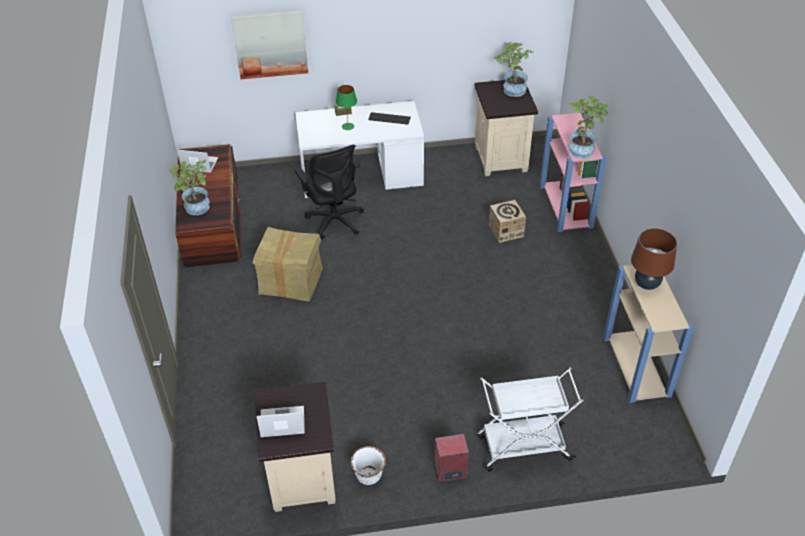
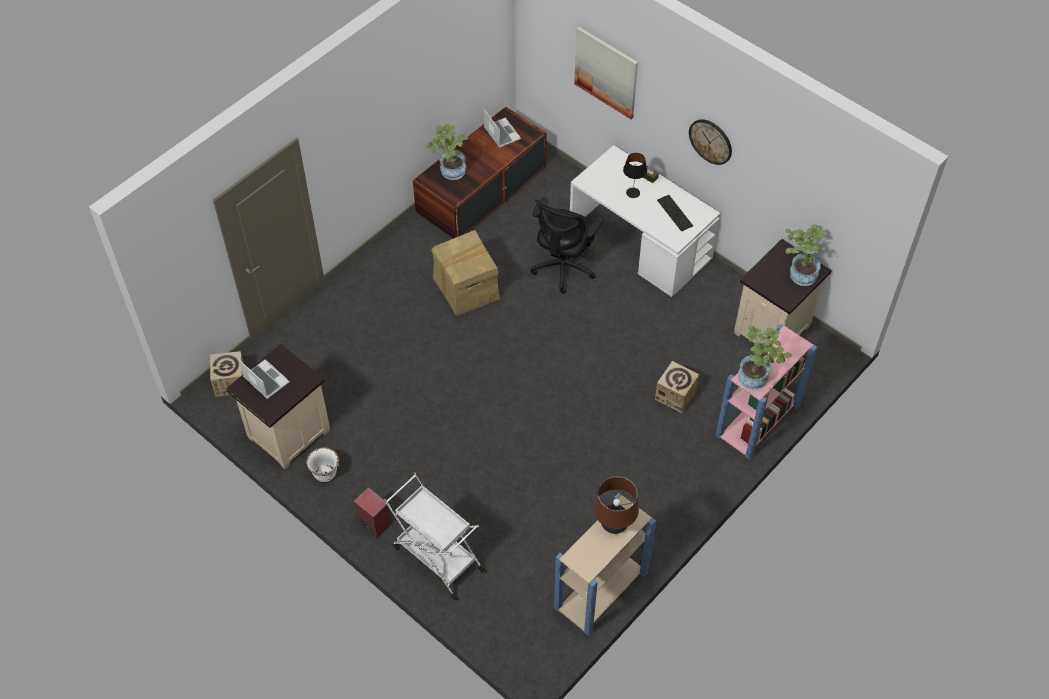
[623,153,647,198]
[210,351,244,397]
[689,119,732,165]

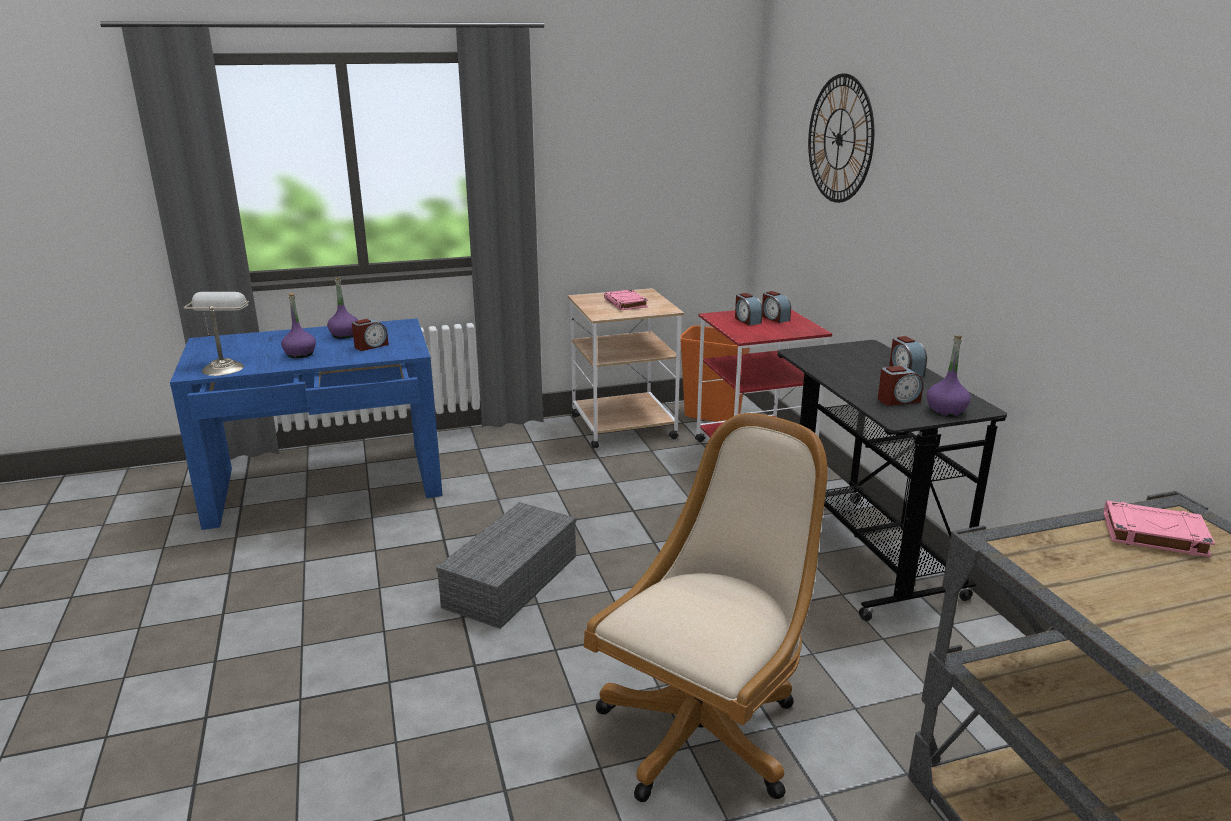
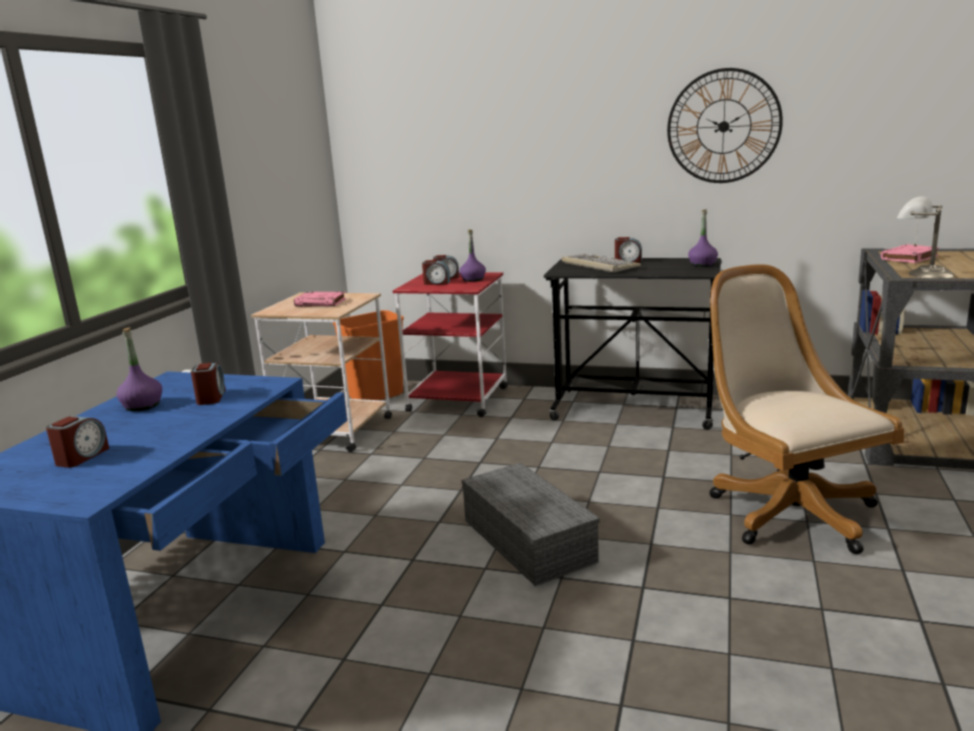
[897,196,954,279]
[460,230,486,282]
[667,68,783,183]
[46,416,109,468]
[562,253,641,272]

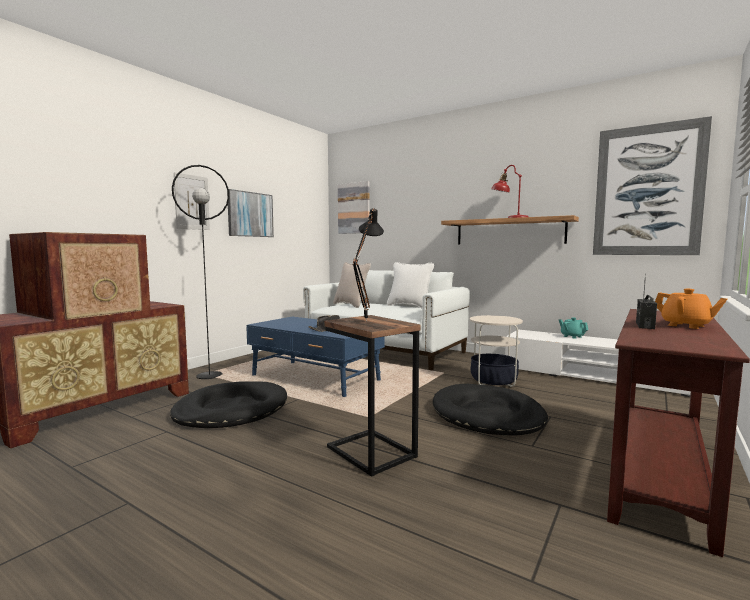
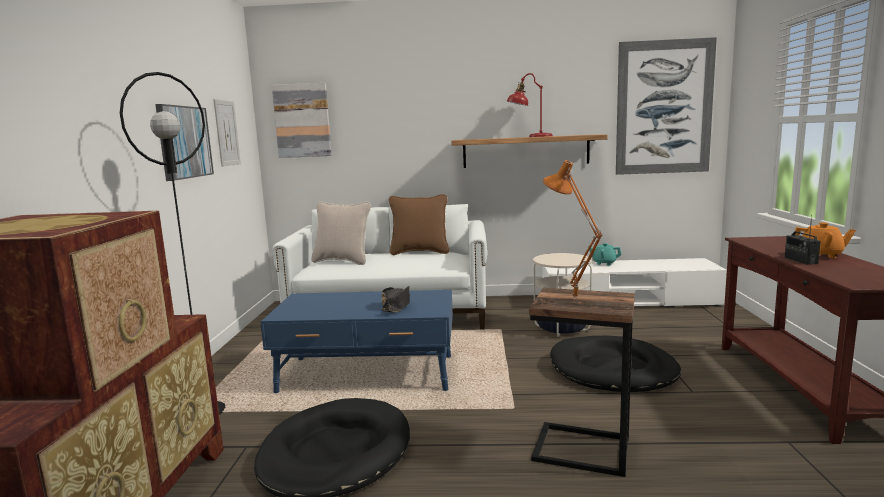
[213,99,241,167]
[543,160,603,300]
[389,194,449,255]

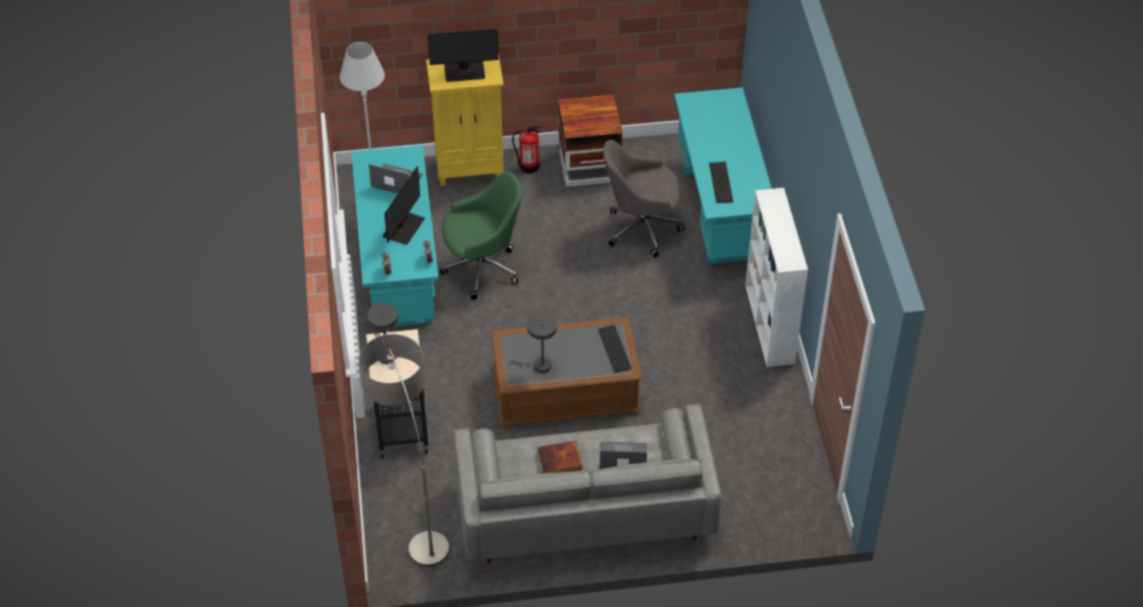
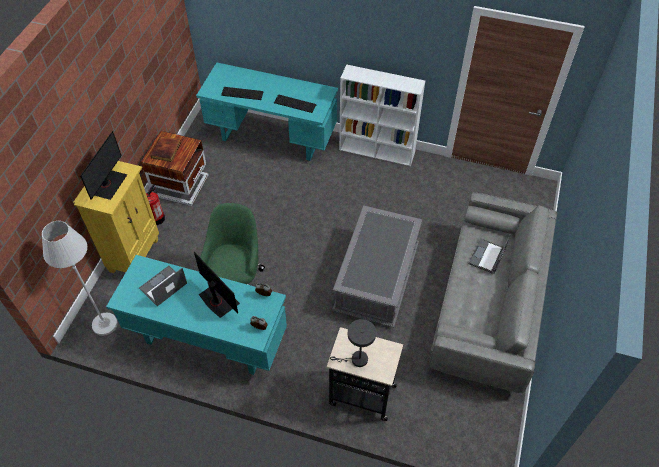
[359,334,449,567] (first image)
[332,205,422,327]
[511,313,557,373] (first image)
[150,136,181,162]
[221,87,264,100]
[603,140,684,258] (first image)

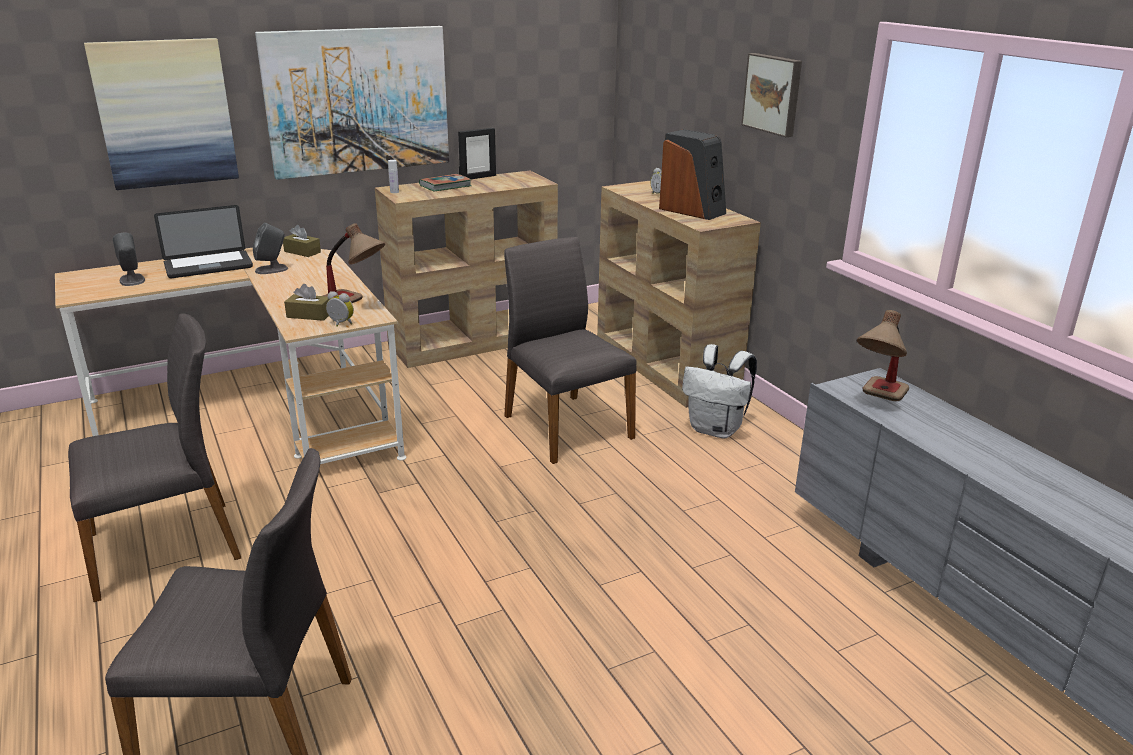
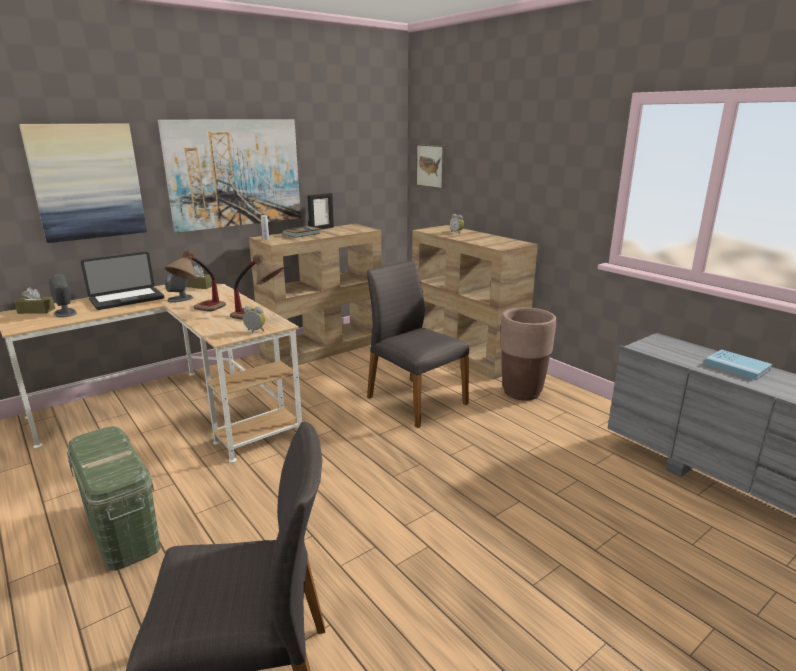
[67,426,161,571]
[14,287,55,314]
[659,129,726,220] (first image)
[500,307,556,401]
[416,144,447,189]
[165,250,226,312]
[704,349,772,380]

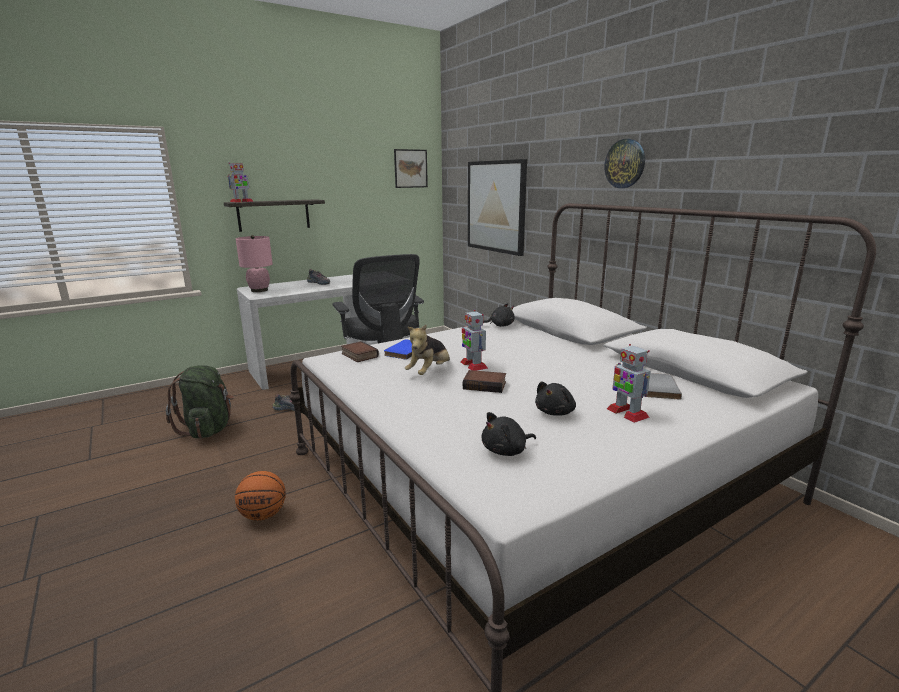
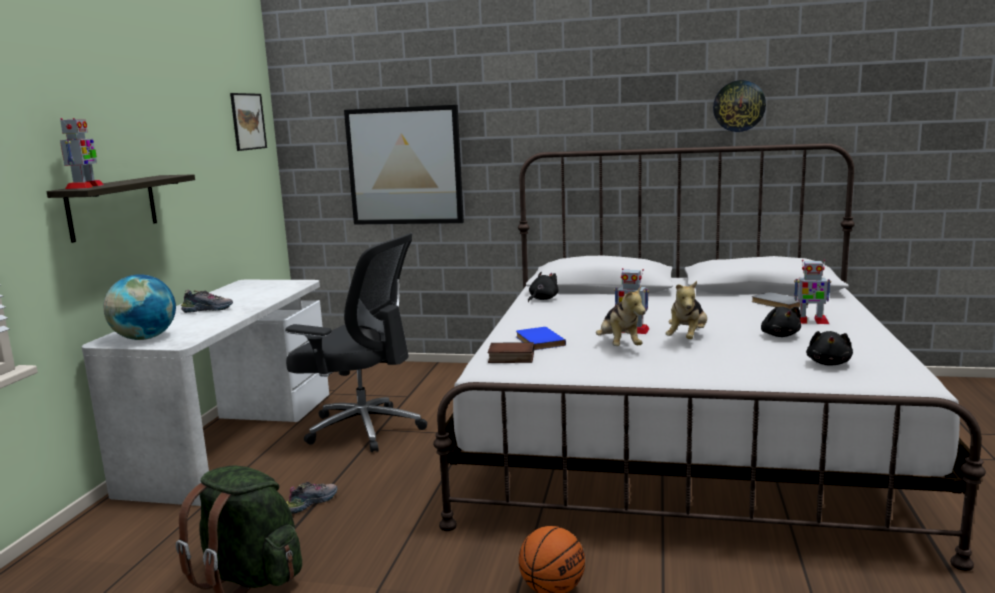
[104,274,176,340]
[666,281,707,339]
[713,80,766,132]

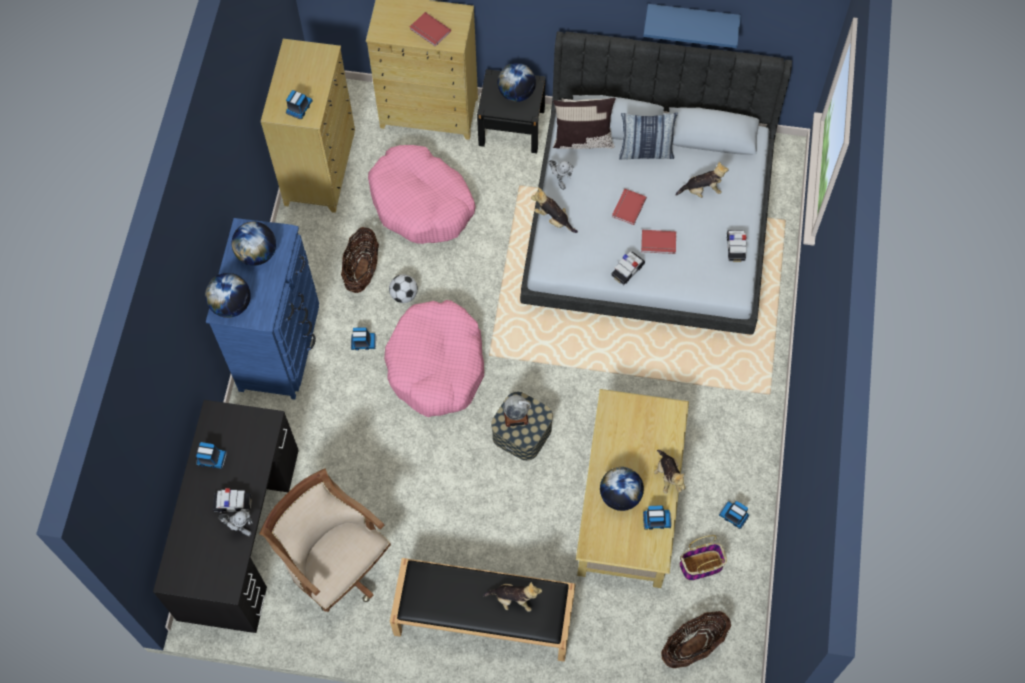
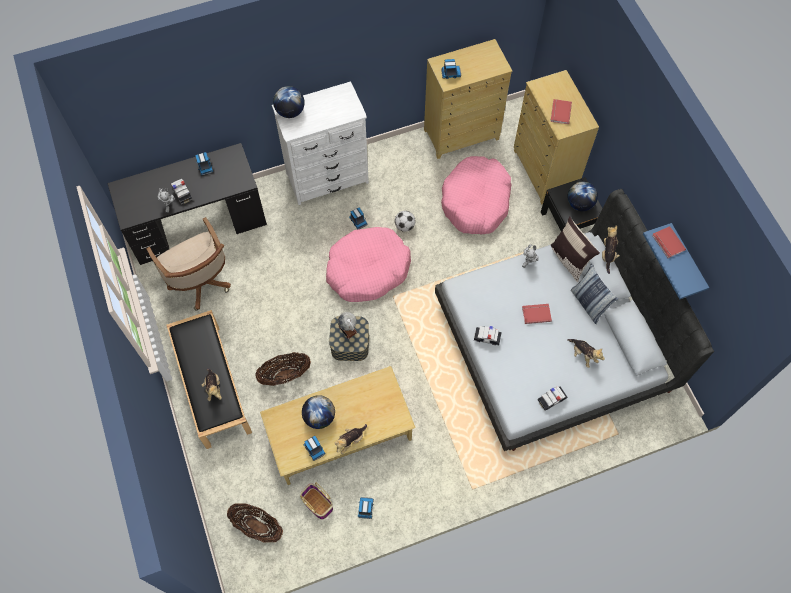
[272,81,369,205]
[232,222,276,266] (first image)
[146,217,231,310]
[255,352,311,386]
[602,225,620,274]
[652,226,686,258]

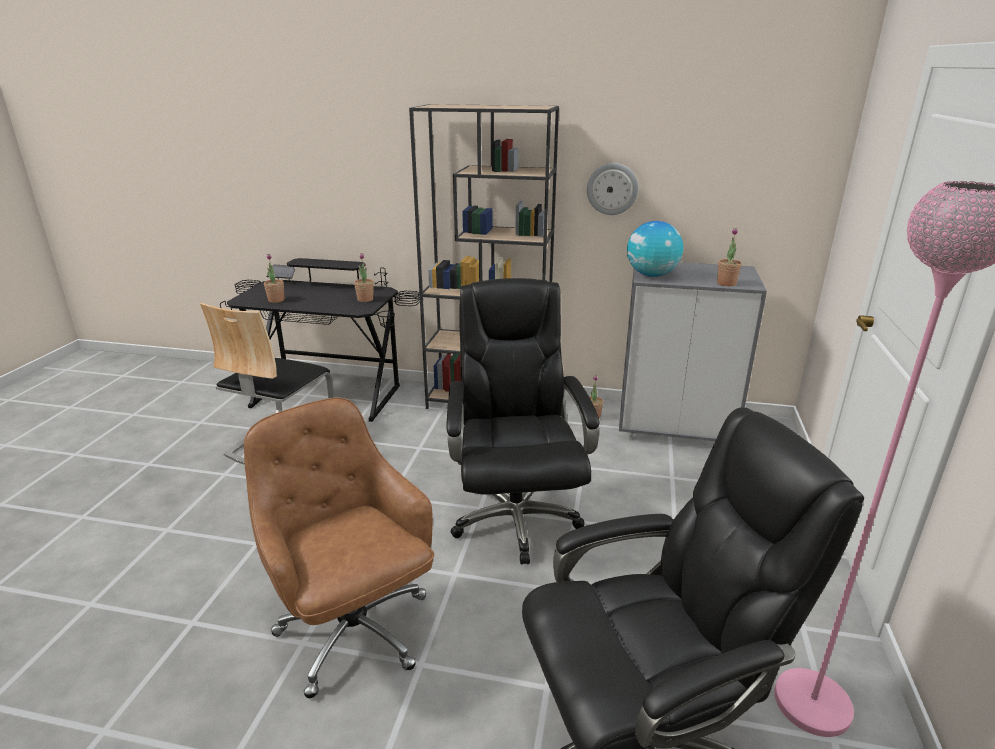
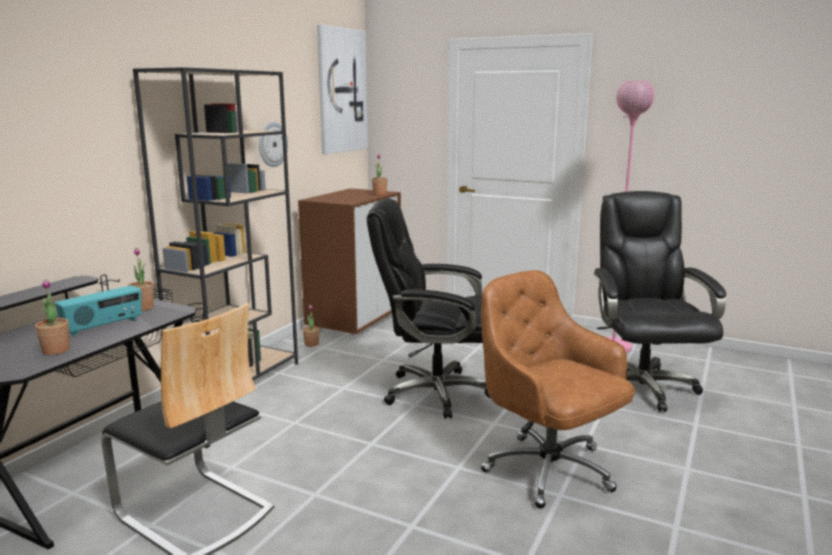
[481,270,635,509]
[298,188,401,338]
[627,221,683,277] (first image)
[55,285,142,337]
[317,24,368,154]

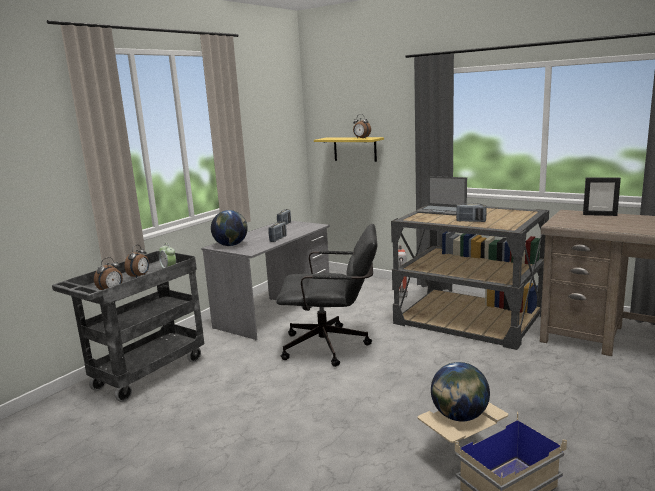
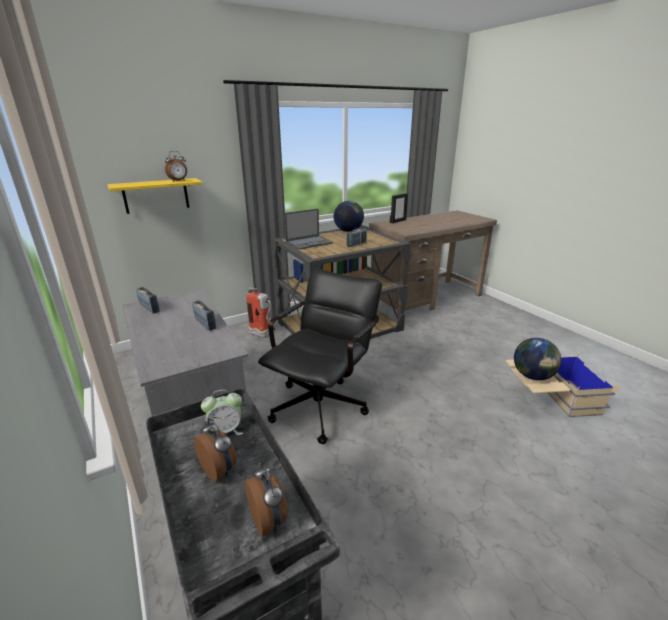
[334,201,364,232]

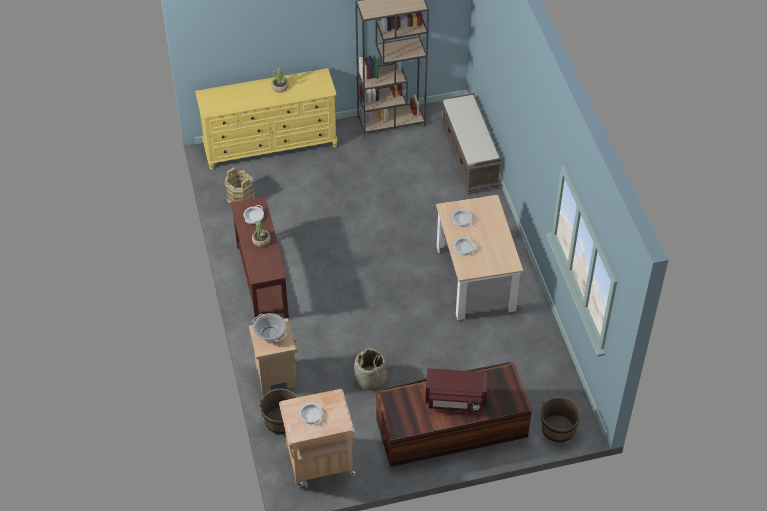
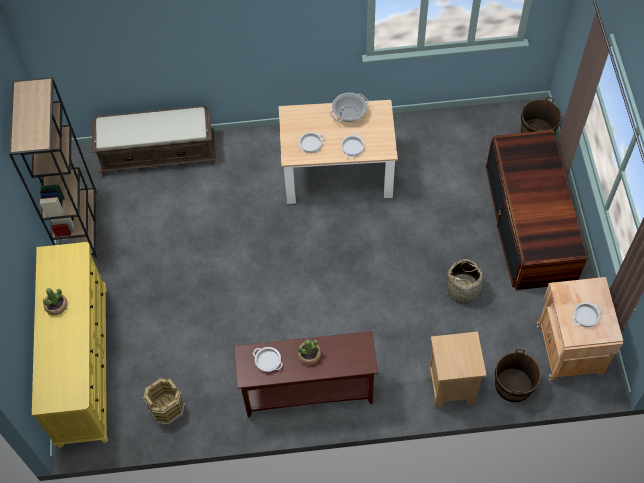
[330,92,369,122]
[425,368,488,415] (first image)

